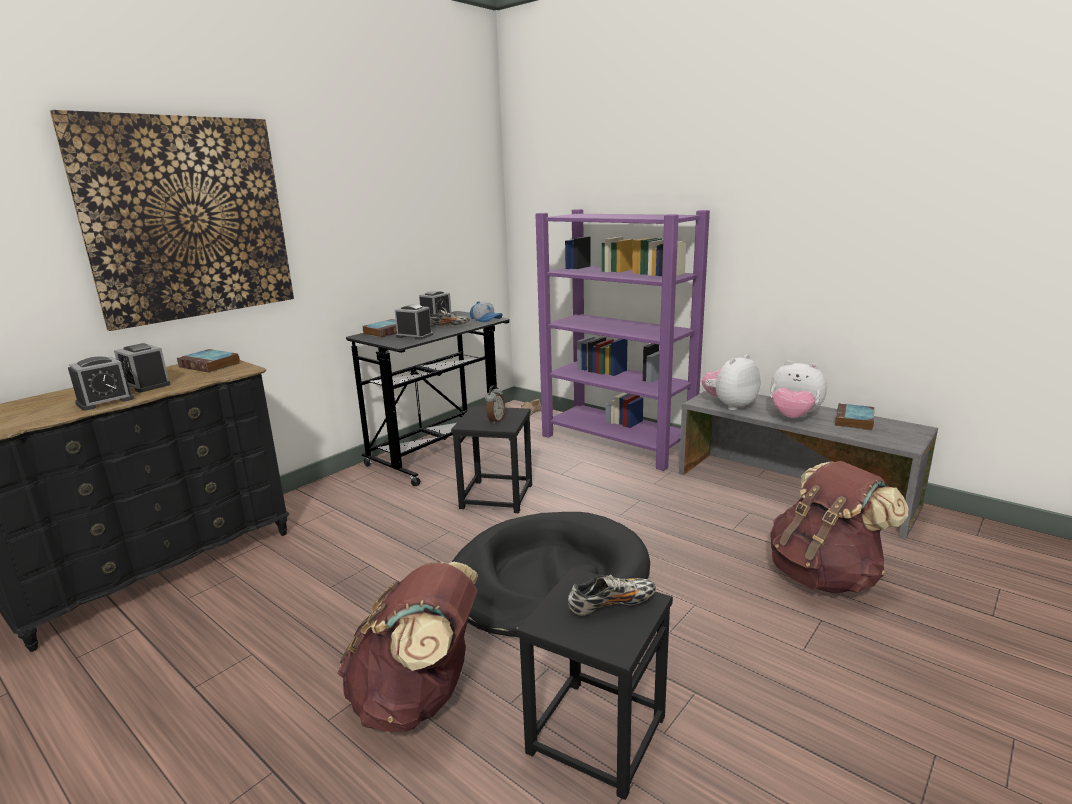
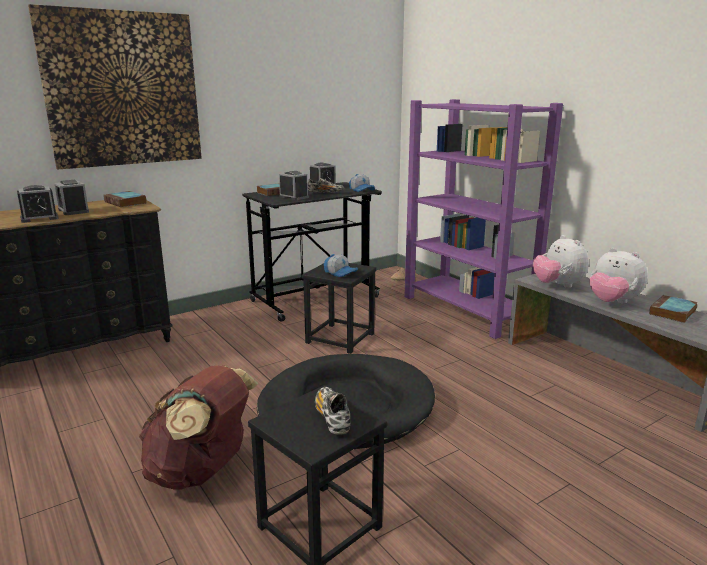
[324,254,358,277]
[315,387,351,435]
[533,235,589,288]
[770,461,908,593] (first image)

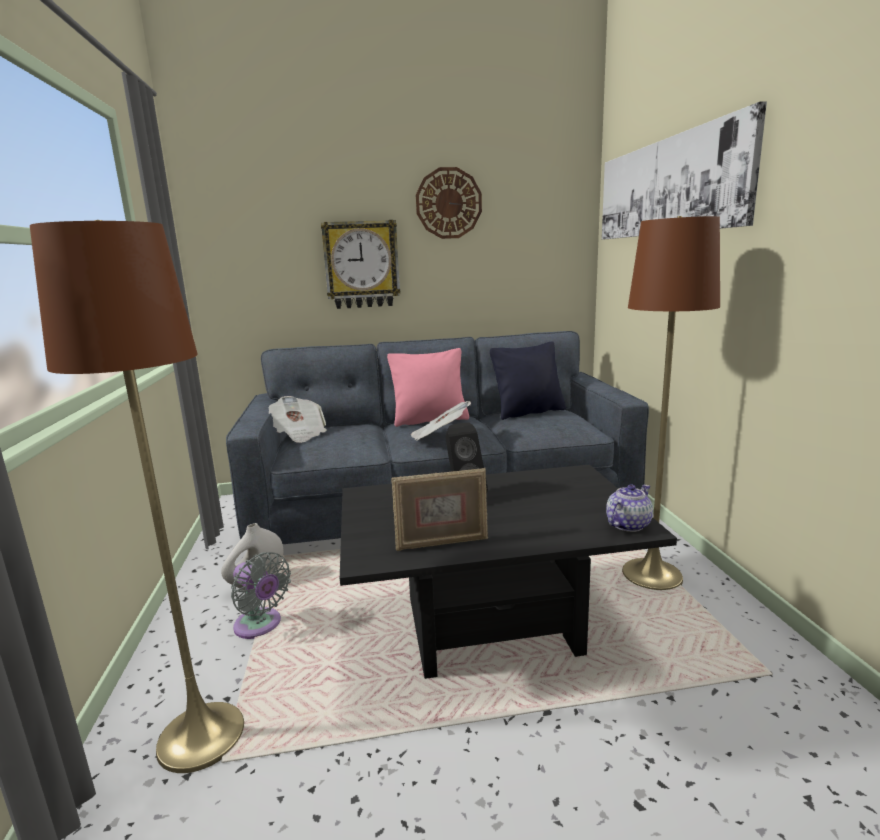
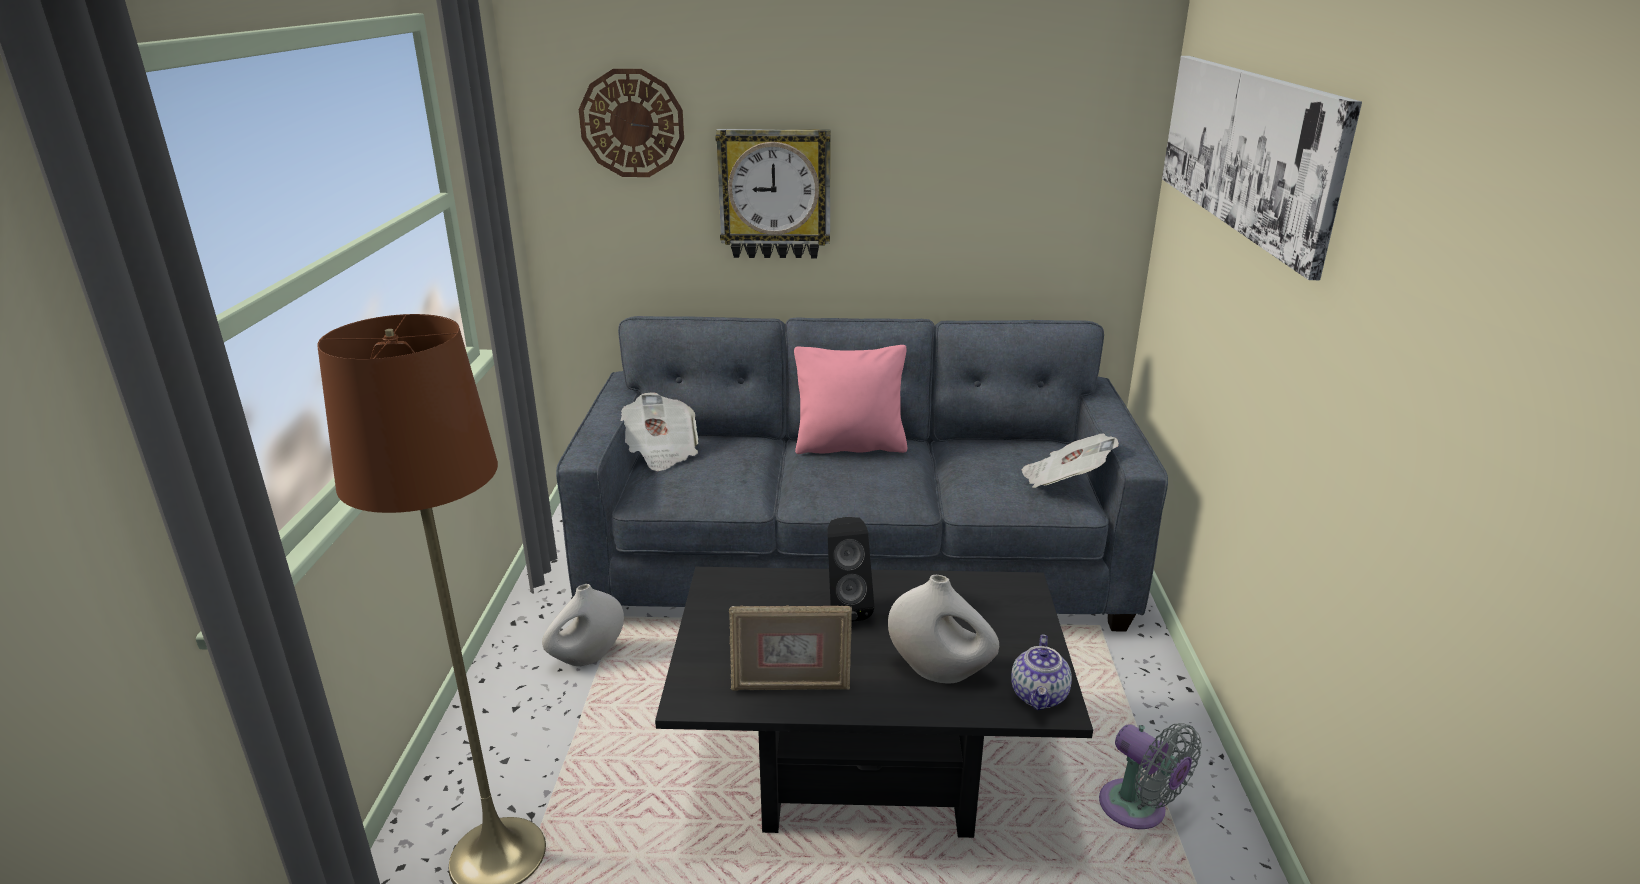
[1099,723,1202,829]
[1022,433,1119,488]
[578,69,684,177]
[490,341,566,420] (first image)
[1011,634,1072,710]
[622,216,720,590] (first image)
[888,575,999,684]

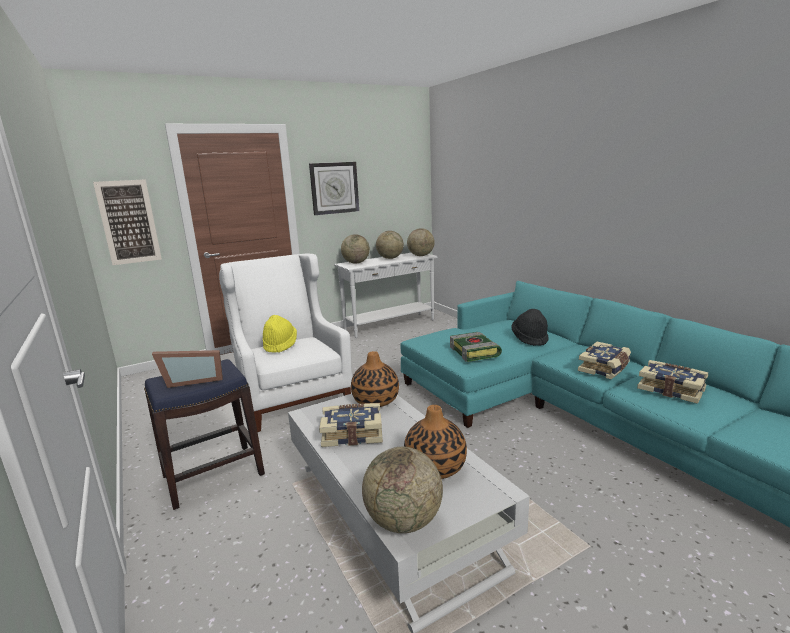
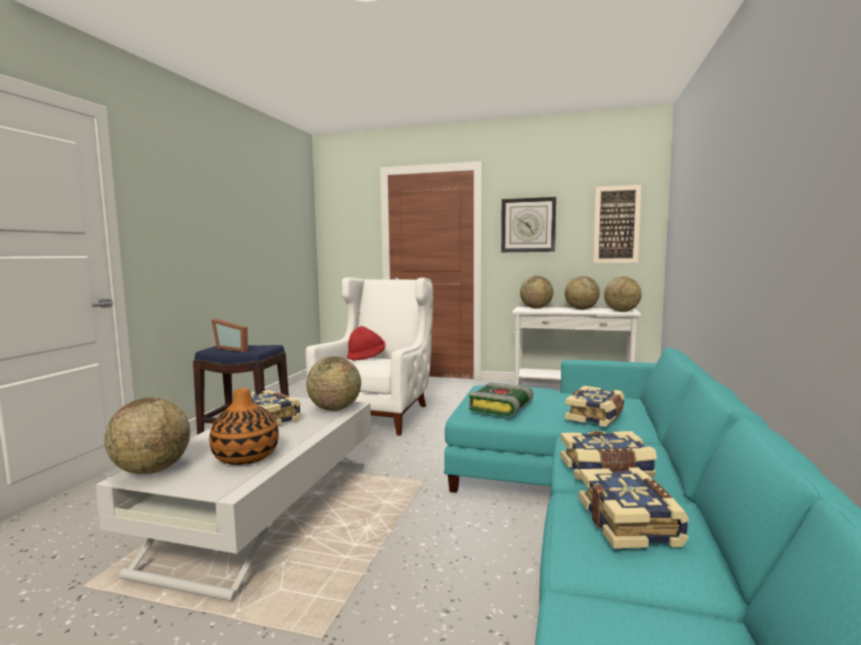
[593,185,641,263]
[347,326,385,361]
[306,356,361,411]
[565,386,625,427]

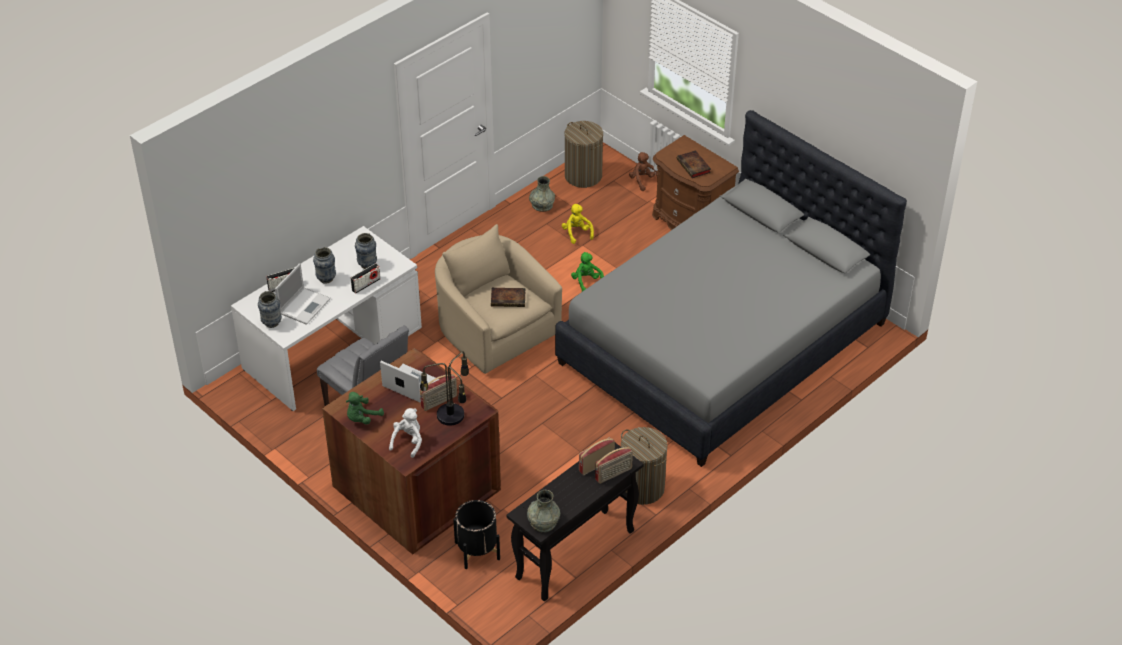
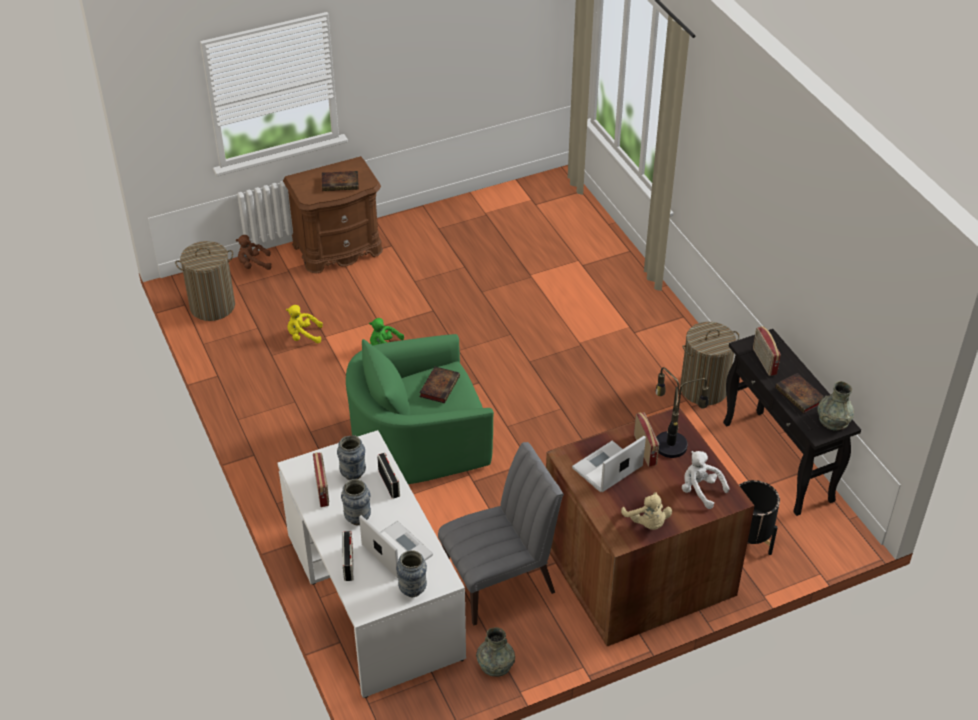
[621,492,672,530]
[346,334,494,484]
[476,627,515,677]
[555,110,907,467] (first image)
[313,452,329,507]
[775,373,824,414]

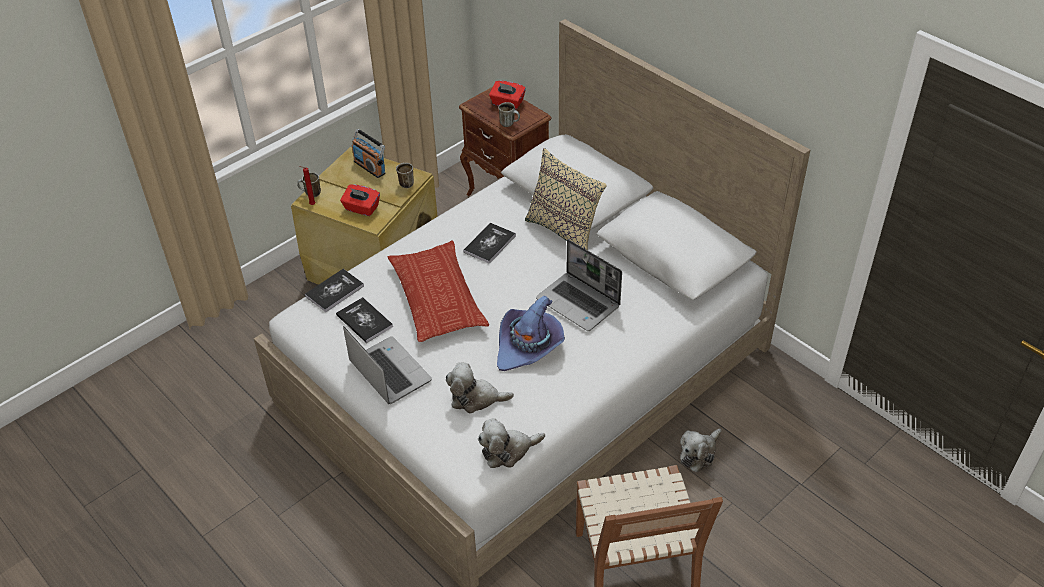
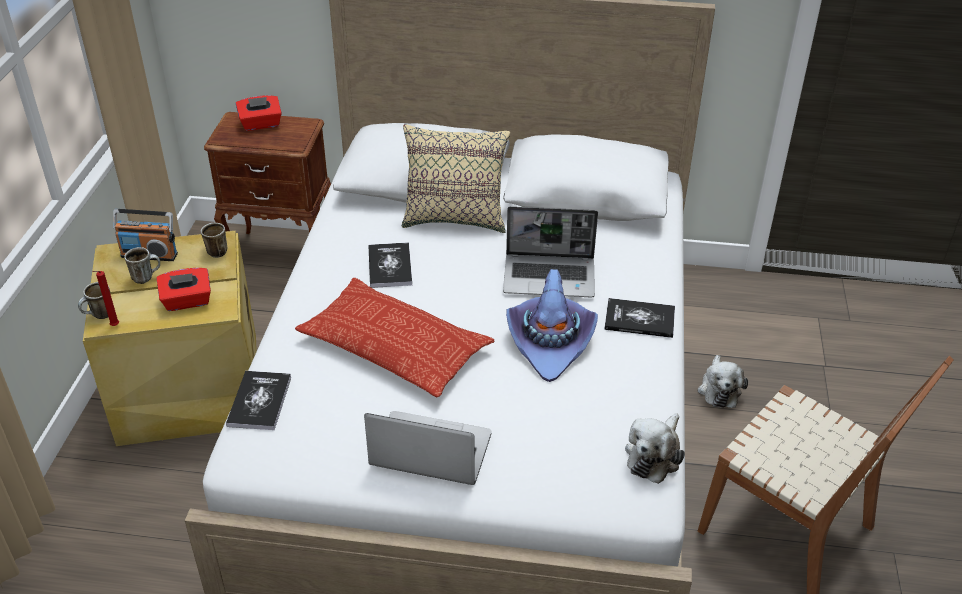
[604,298,675,338]
[446,363,514,413] (first image)
[124,247,160,284]

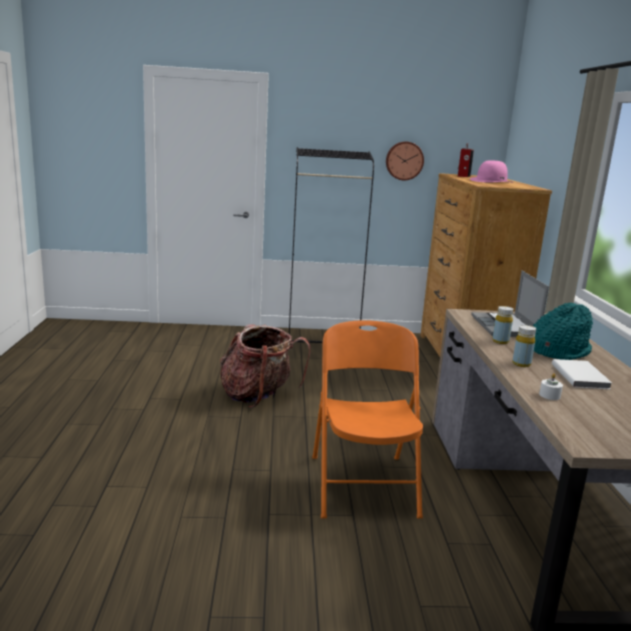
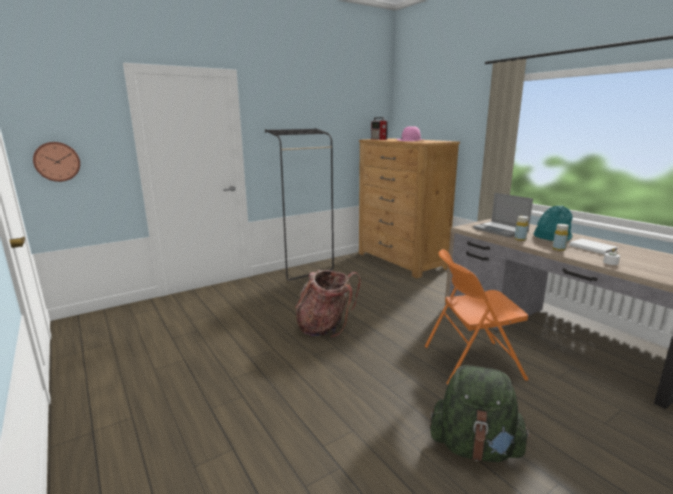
[425,249,528,385]
[33,142,80,182]
[430,365,531,462]

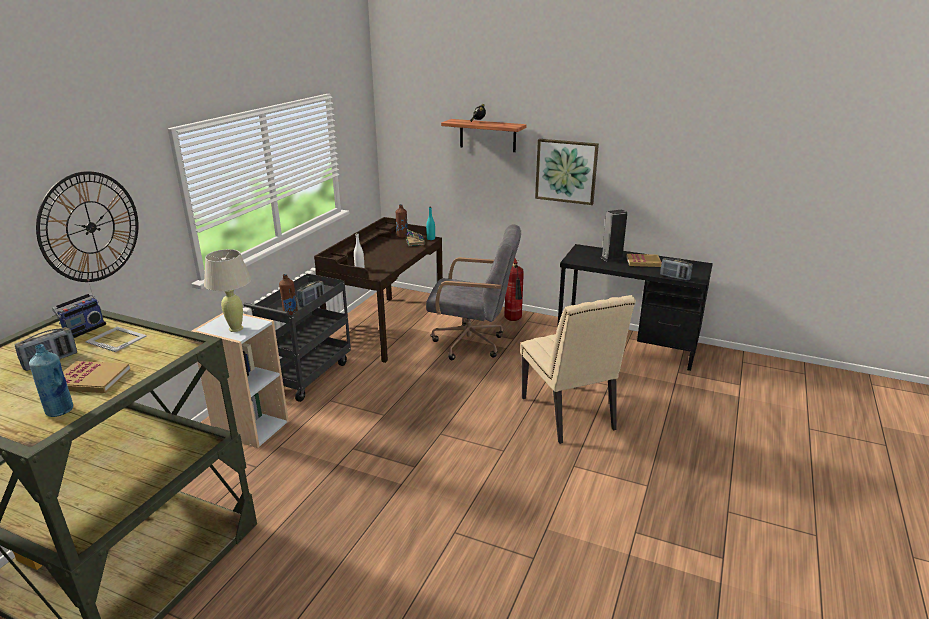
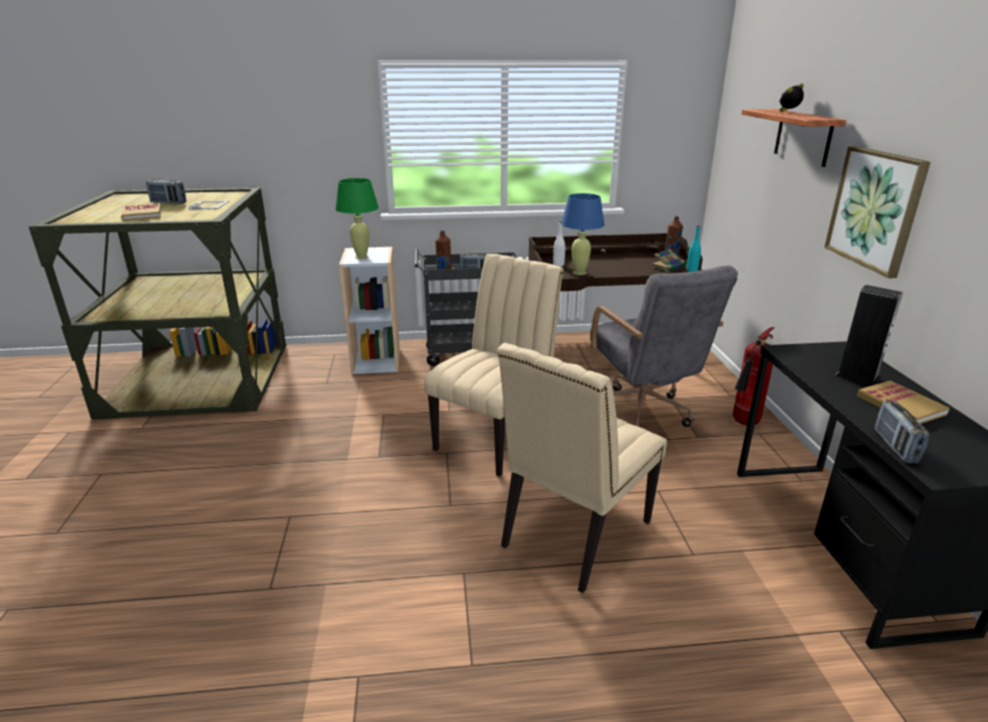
[29,344,73,417] (first image)
[36,171,138,282] (first image)
[52,279,106,338] (first image)
[335,178,379,259]
[425,254,564,477]
[561,193,605,275]

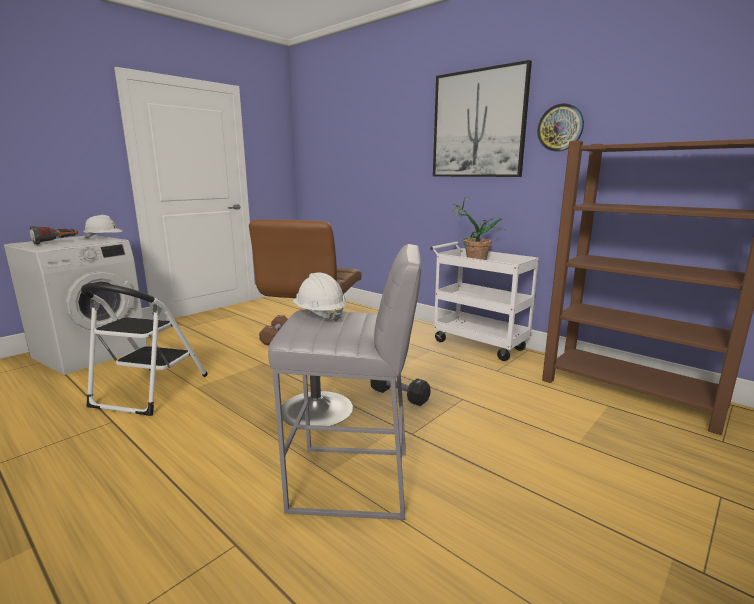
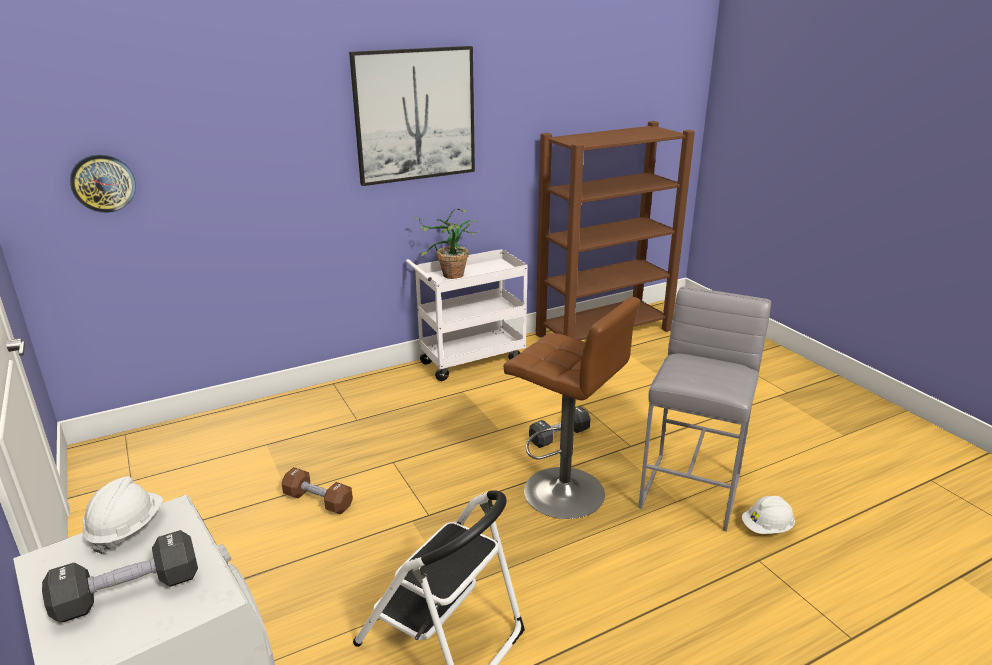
[42,530,198,622]
[742,496,795,534]
[70,154,136,213]

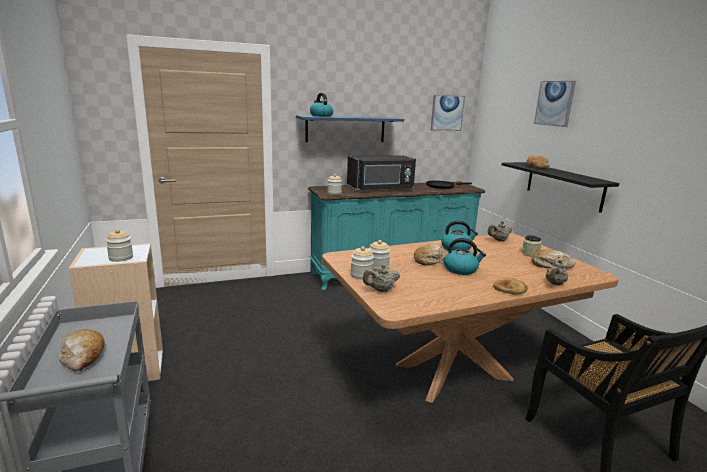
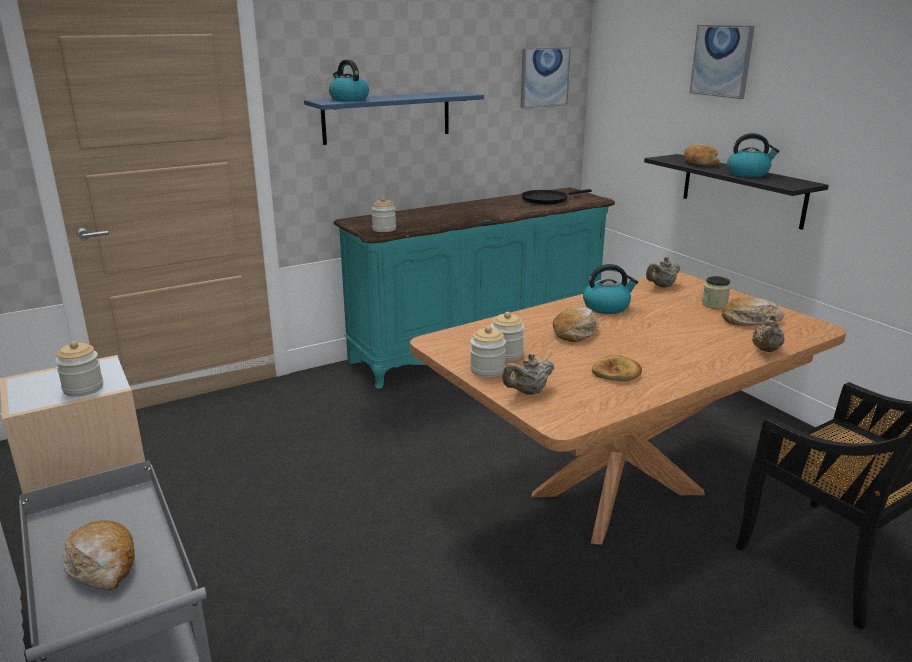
[347,155,416,192] (first image)
[727,133,779,177]
[592,355,642,381]

